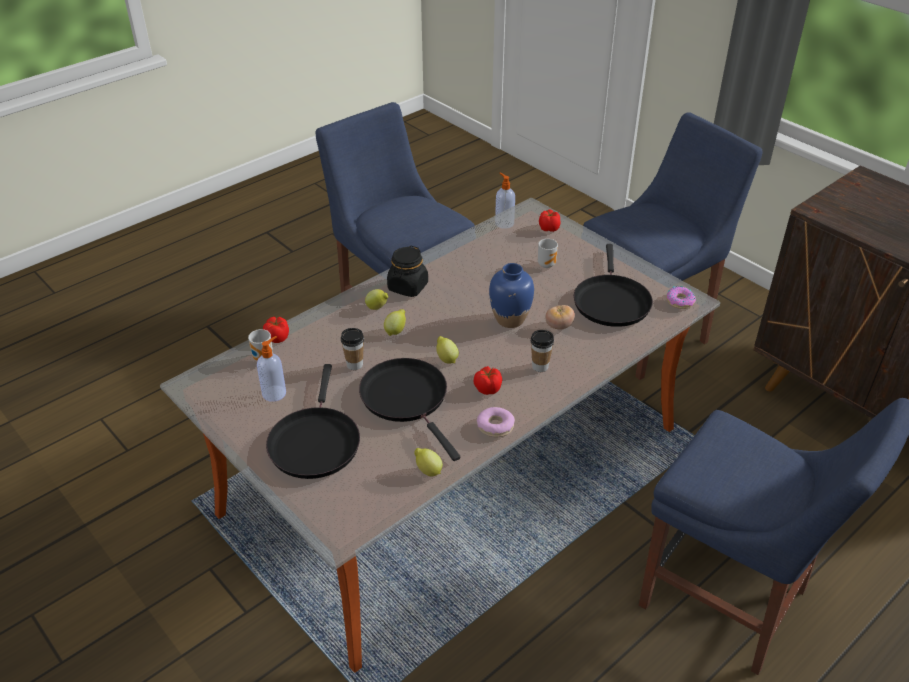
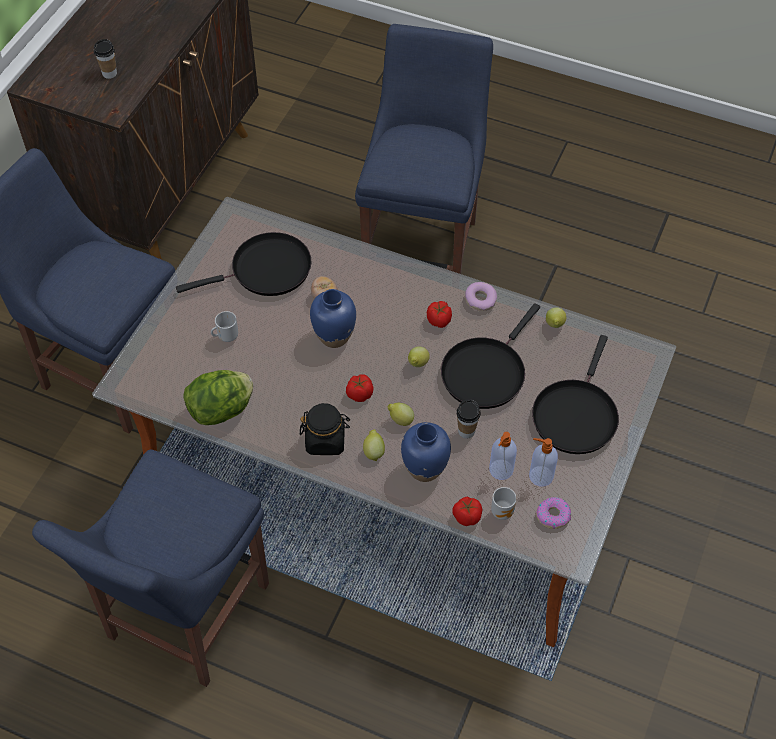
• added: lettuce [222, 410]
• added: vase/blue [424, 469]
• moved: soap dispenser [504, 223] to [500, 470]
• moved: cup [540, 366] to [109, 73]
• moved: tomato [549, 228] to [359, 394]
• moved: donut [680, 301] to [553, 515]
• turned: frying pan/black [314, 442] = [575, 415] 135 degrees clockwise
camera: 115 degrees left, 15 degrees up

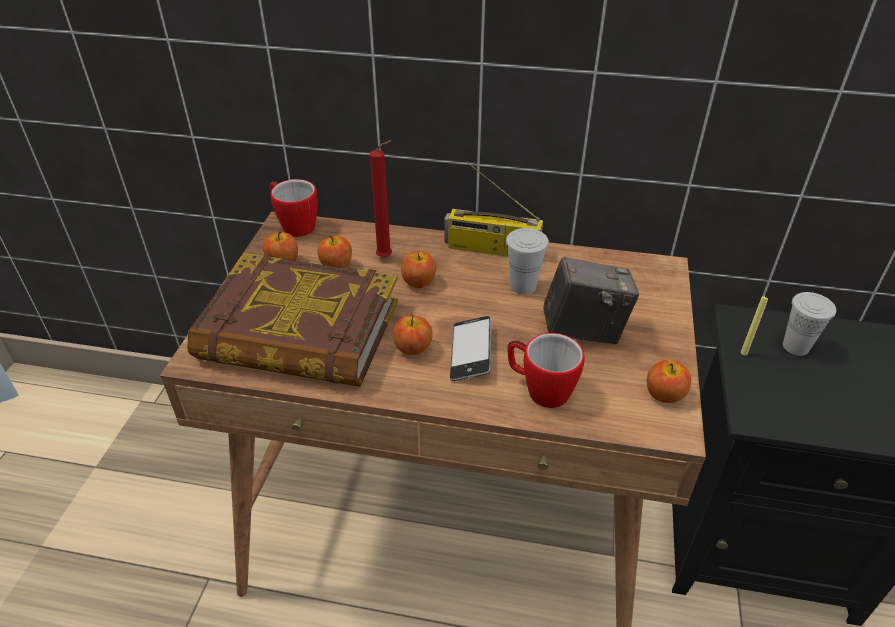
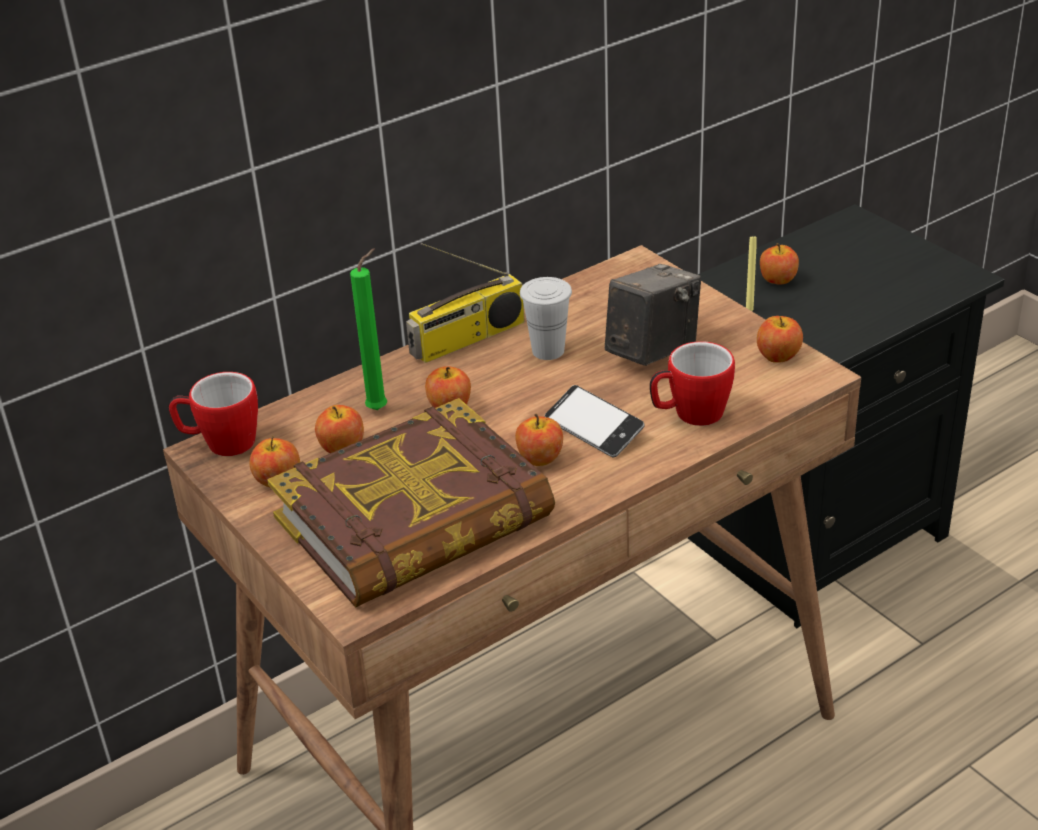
• replaced: cup/white [795, 346] to apple [778, 280]
• recoloured: candle/red [387, 258] to candle/green [380, 408]
camera: 45 degrees left, 5 degrees down

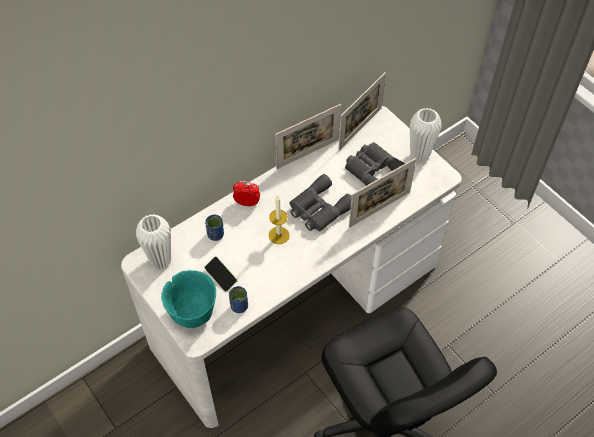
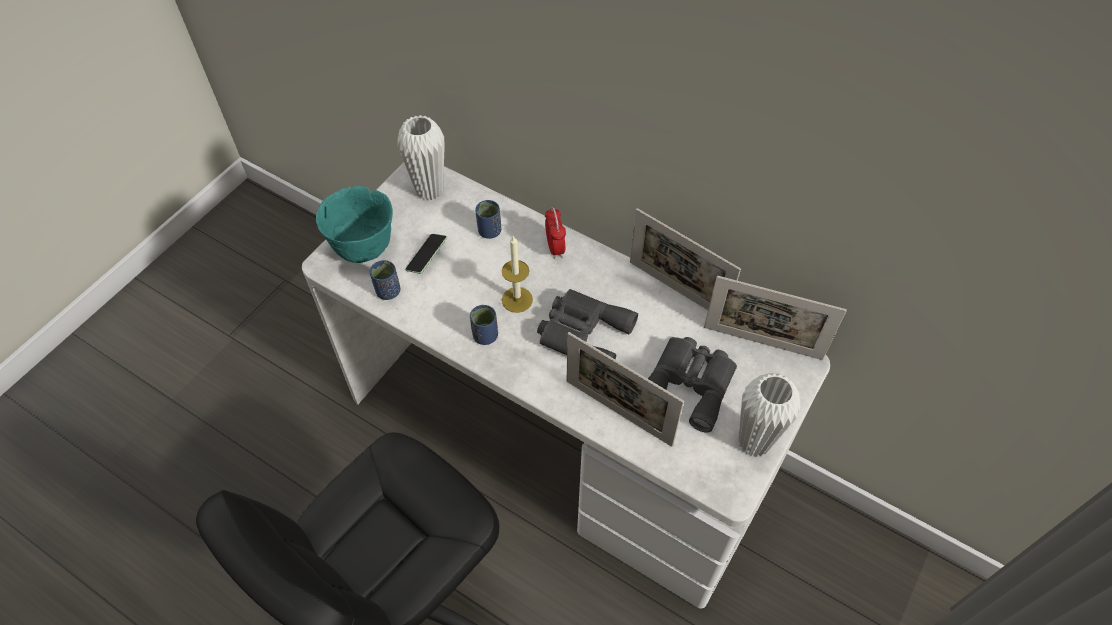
• added: cup/blue [485, 336]
camera: 70 degrees right, 0 degrees up

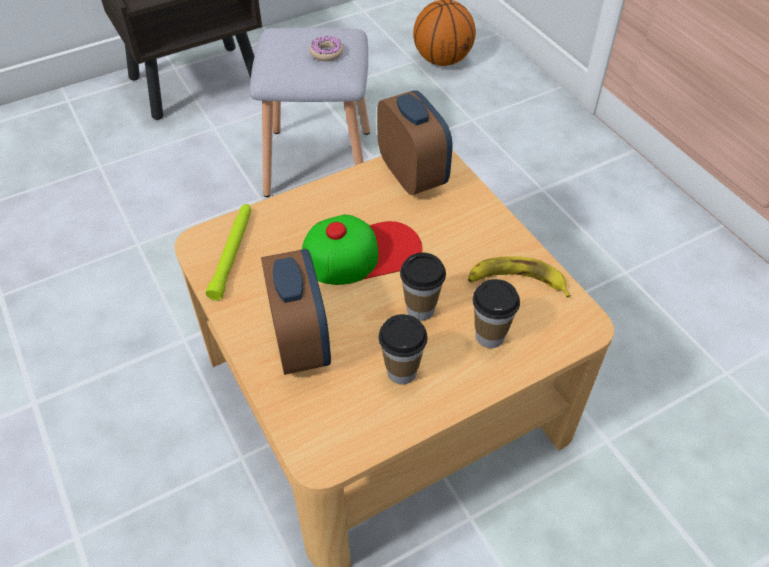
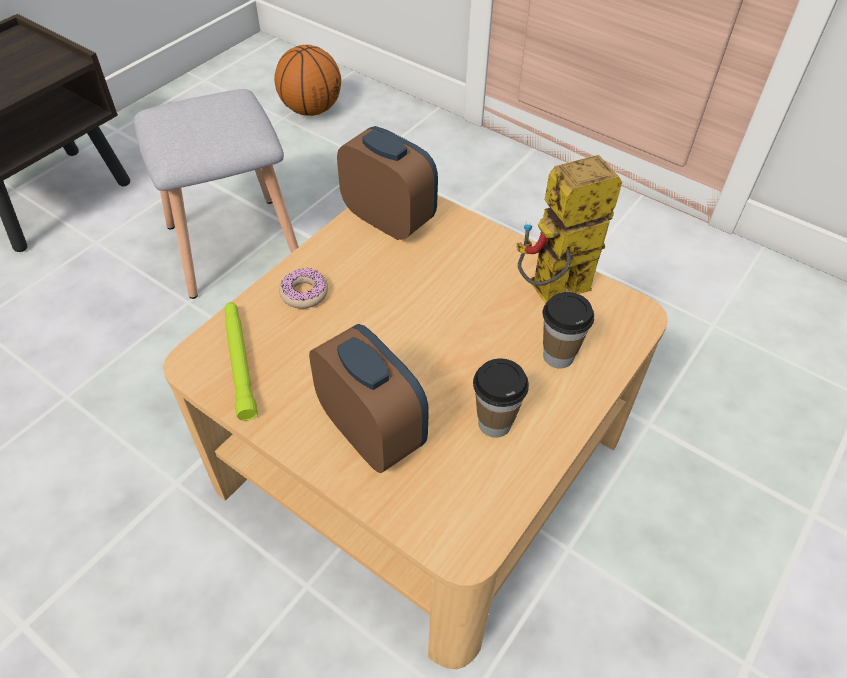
• removed: cap [362, 253]
• removed: cup [420, 309]
• moved: donut [326, 53] to [304, 293]
• replaced: banana [516, 281] to toy robot [551, 293]
camera: 25 degrees left, 0 degrees up

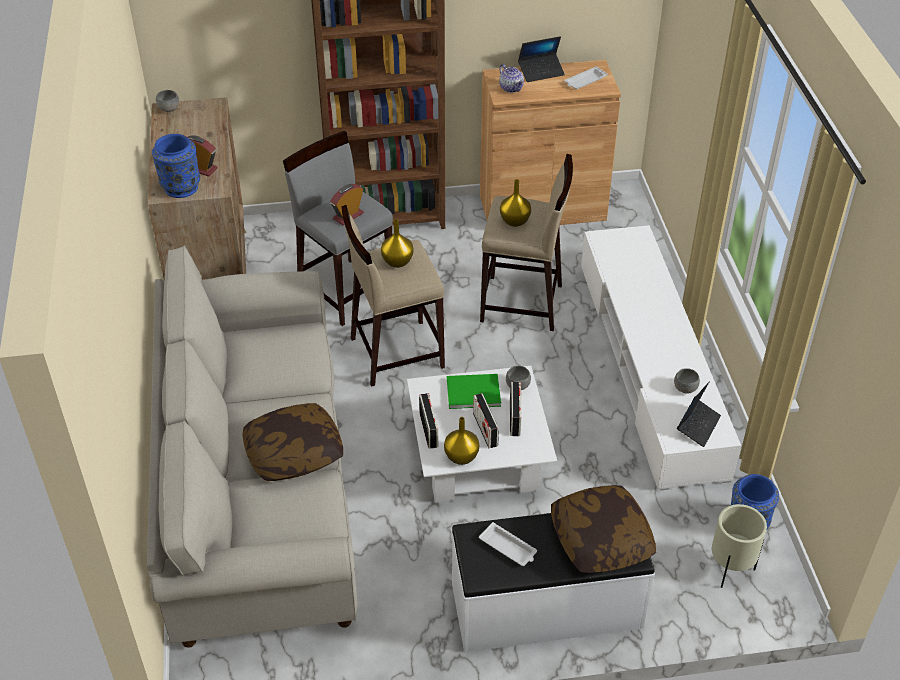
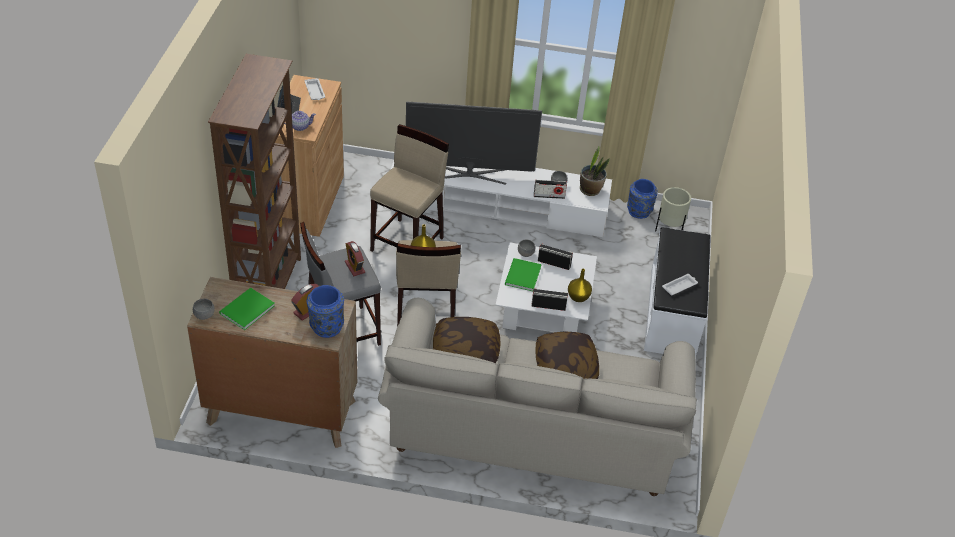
• removed: vase/yellow [514, 221]
• added: book/green [245, 310]
• added: television [469, 174]
• moved: radio [485, 430] to [549, 196]
• moved: pillow [600, 540] to [465, 350]
• replaced: laptop [698, 425] to potted plant [590, 190]
camera: 75 degrees left, 0 degrees up

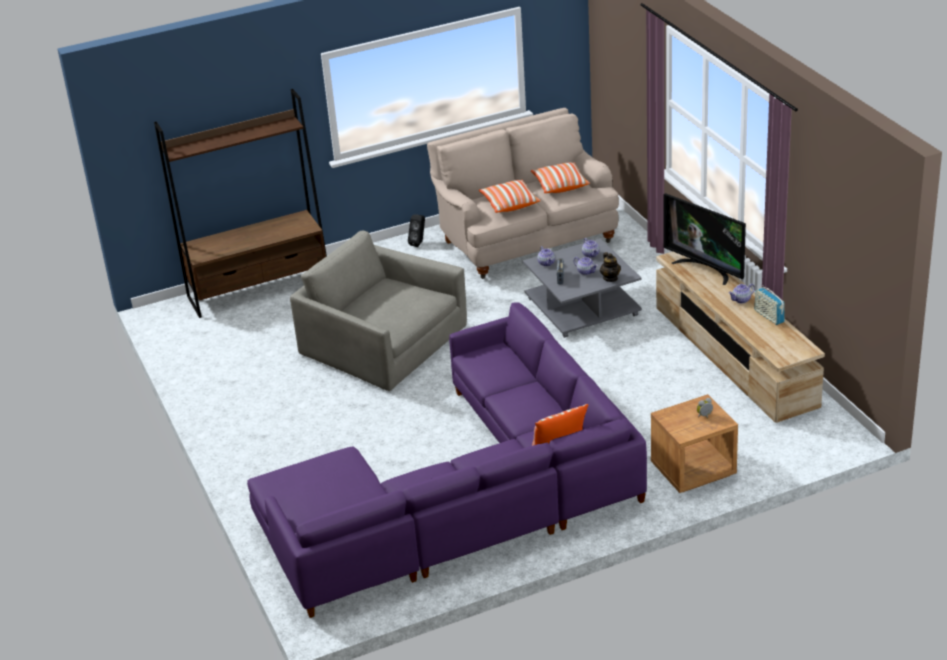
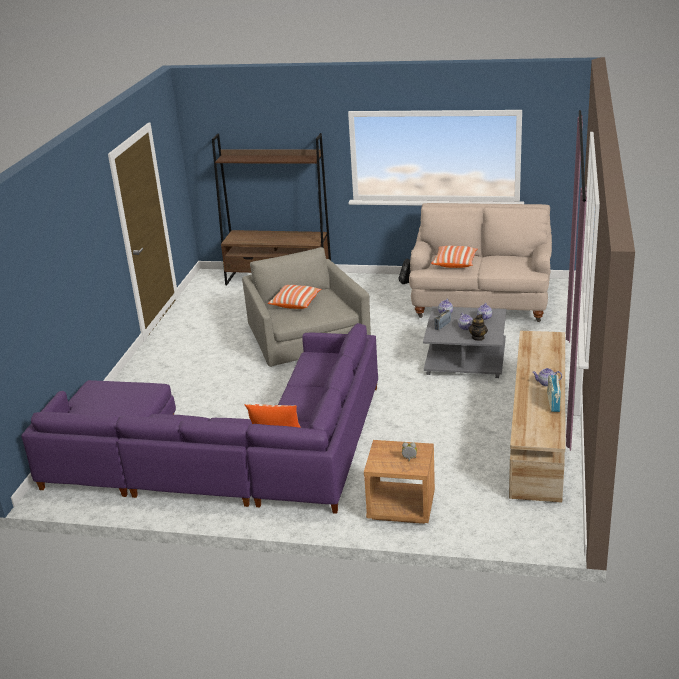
• removed: television [705, 269]
• moved: pillow [560, 185] to [295, 303]
camera: 35 degrees right, 5 degrees down

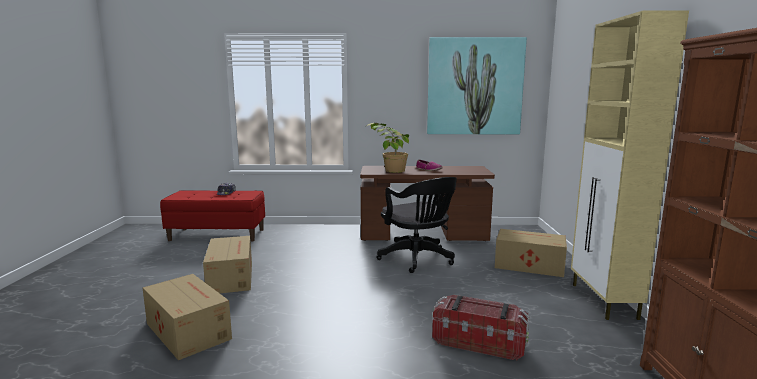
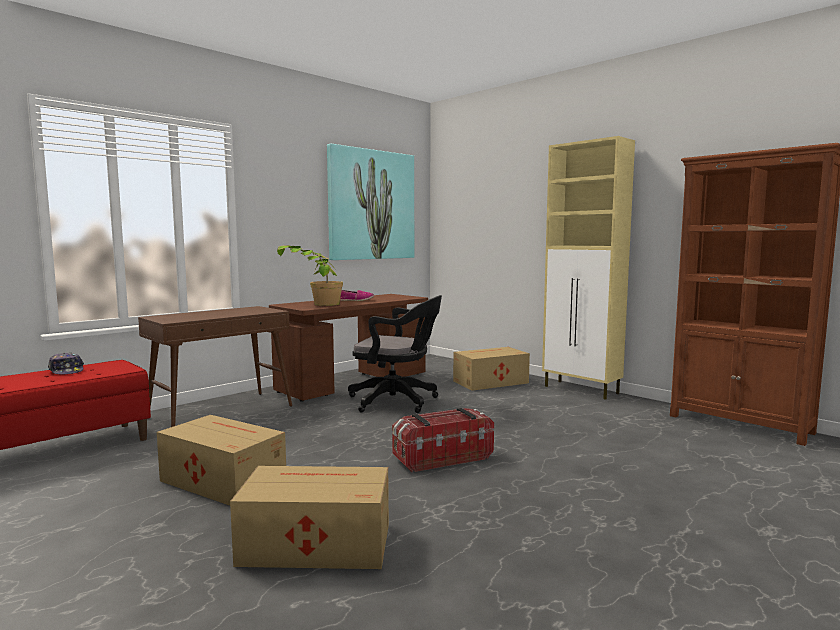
• added: console table/brown [222, 412]
• moved: storage box [479, 342] to [441, 458]
camera: 45 degrees left, 5 degrees down

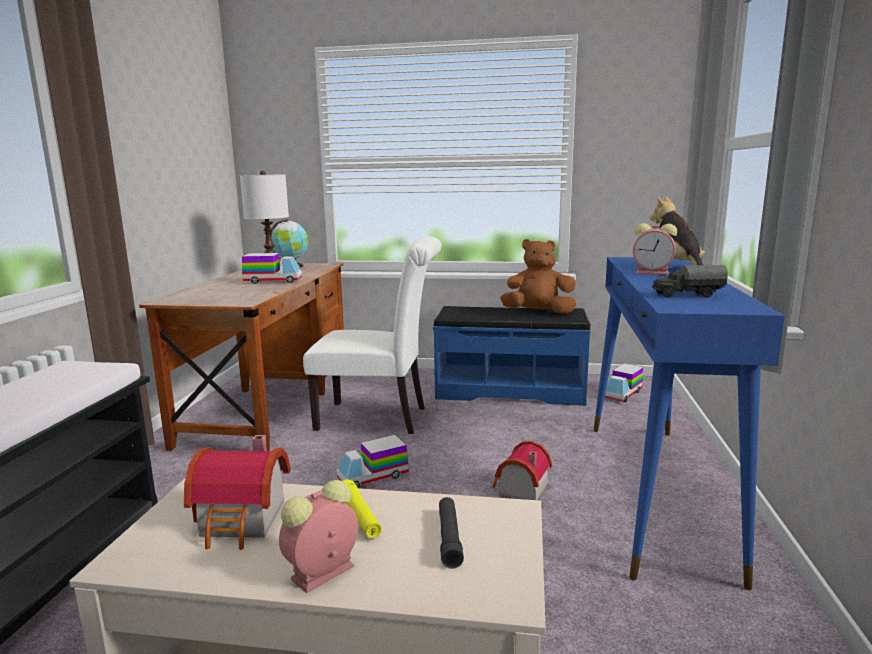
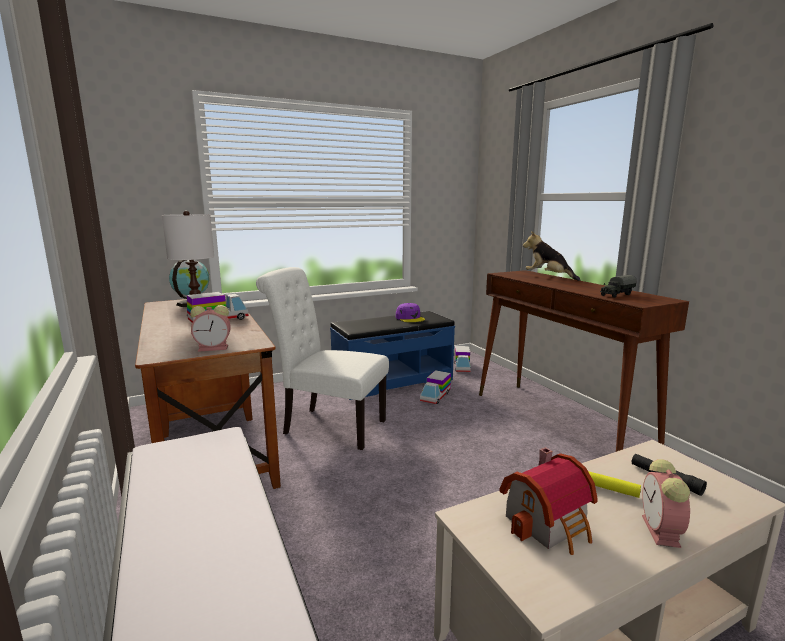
• removed: toy house [519, 489]
• moved: toy truck [373, 477] to [435, 396]
• moved: alarm clock [653, 273] to [214, 348]
• replaced: plush toy/brown [538, 313] to cap/purple [410, 318]
• recoloured: console table/blue [654, 492] to console table/brown [558, 424]
• turned: chair/white [379, 418] = [328, 426] 135 degrees counterclockwise
camera: 35 degrees left, 0 degrees up

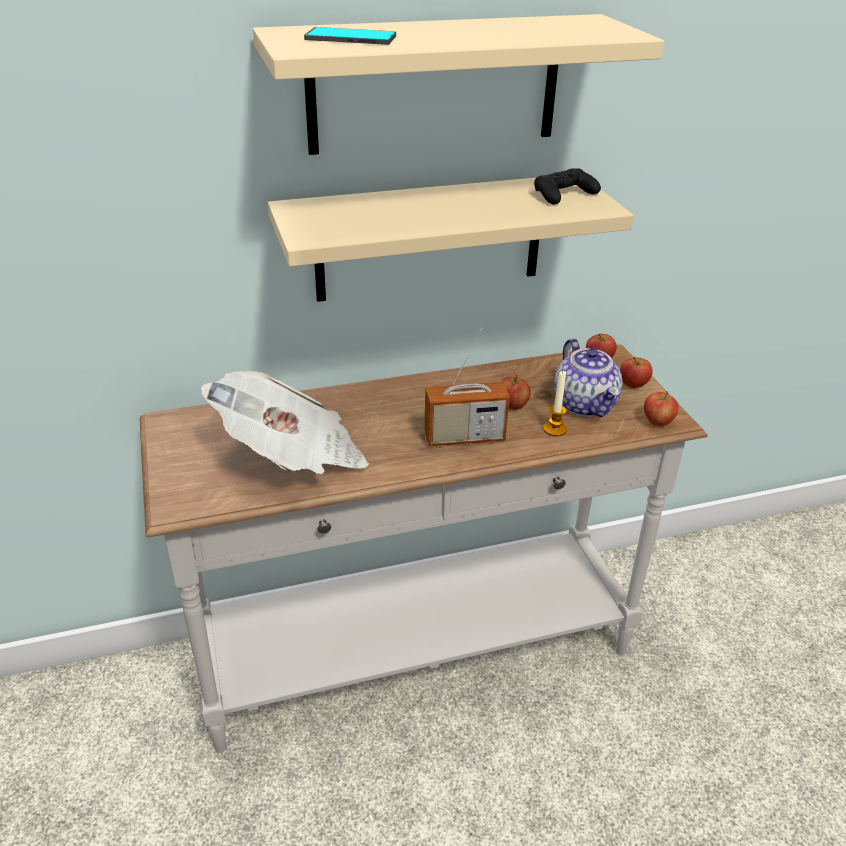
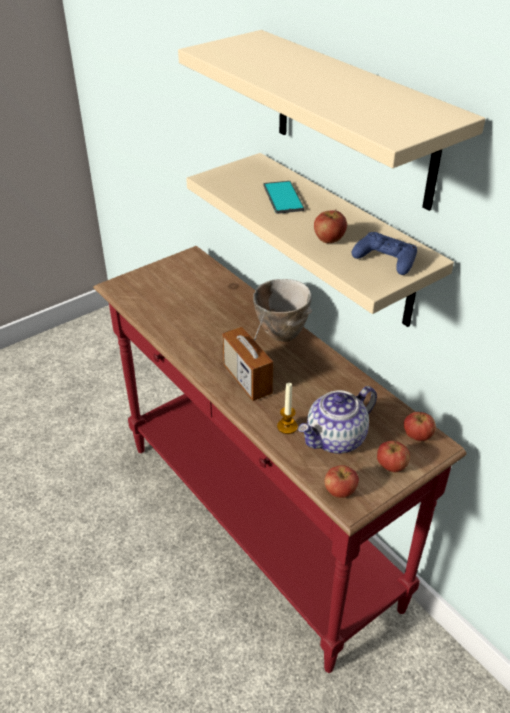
• removed: newspaper [292, 456]
• added: bowl [280, 334]
• moved: phone [350, 38] to [283, 198]
• moved: apple [512, 406] to [329, 240]
• recoloured: console table/white [417, 654] to console table/red [255, 524]
• recoloured: game controller/black [564, 194] to game controller/blue [385, 259]
camera: 70 degrees right, 5 degrees up

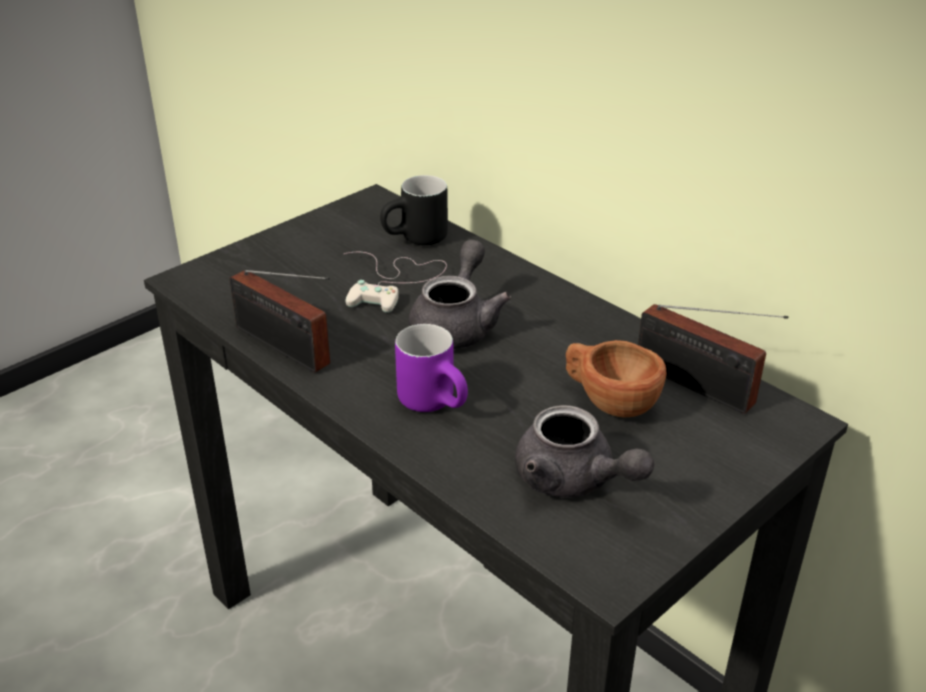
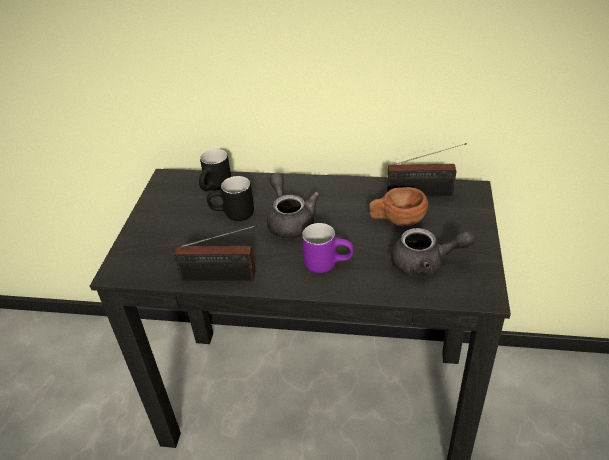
• replaced: game controller/white [394, 282] to mug/black [233, 216]
camera: 35 degrees left, 5 degrees up

